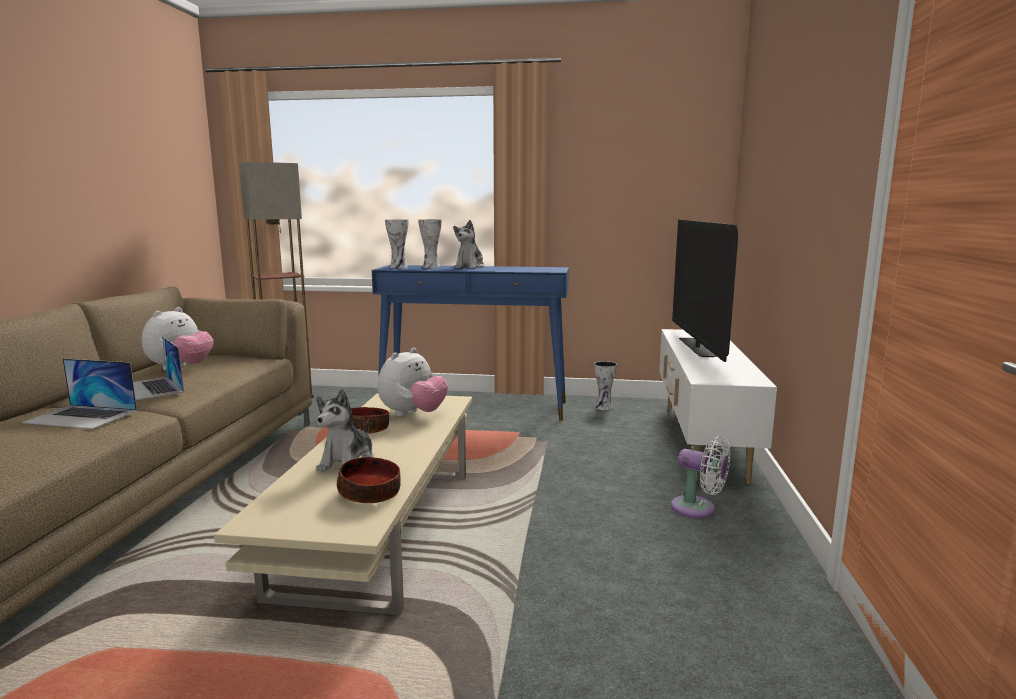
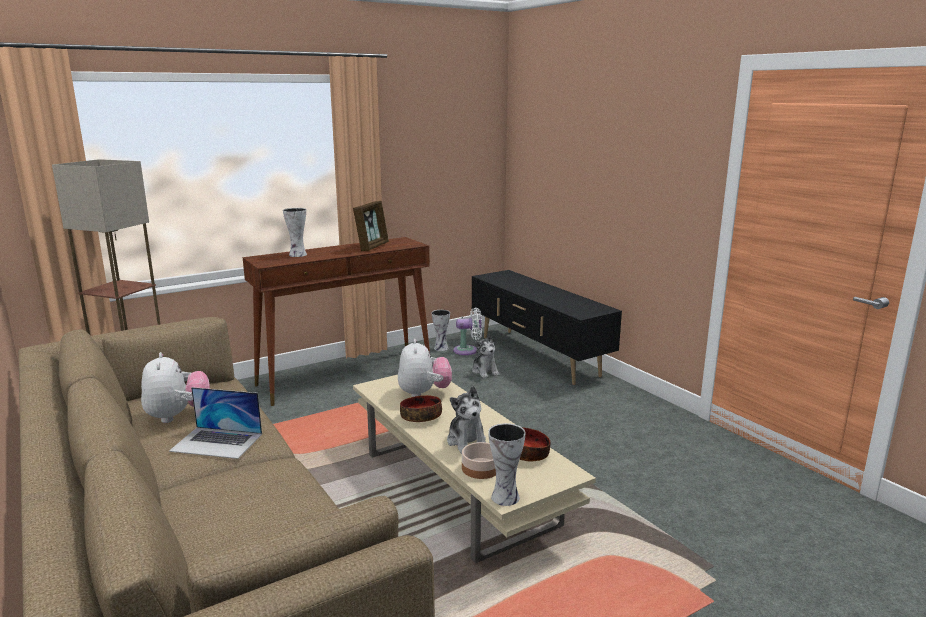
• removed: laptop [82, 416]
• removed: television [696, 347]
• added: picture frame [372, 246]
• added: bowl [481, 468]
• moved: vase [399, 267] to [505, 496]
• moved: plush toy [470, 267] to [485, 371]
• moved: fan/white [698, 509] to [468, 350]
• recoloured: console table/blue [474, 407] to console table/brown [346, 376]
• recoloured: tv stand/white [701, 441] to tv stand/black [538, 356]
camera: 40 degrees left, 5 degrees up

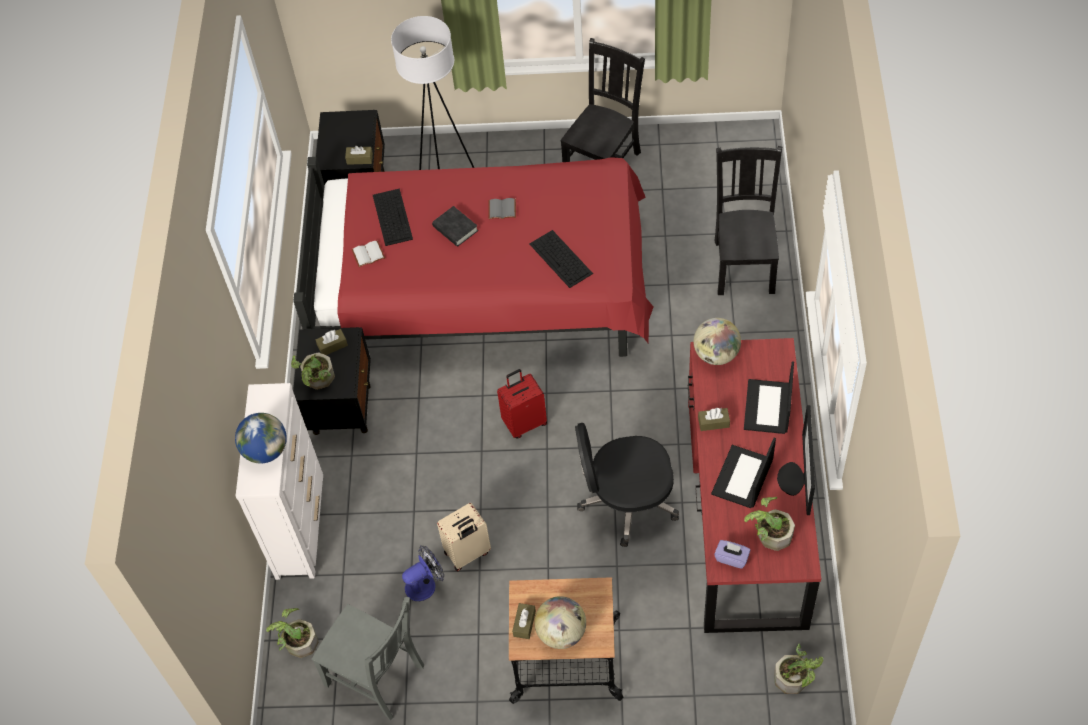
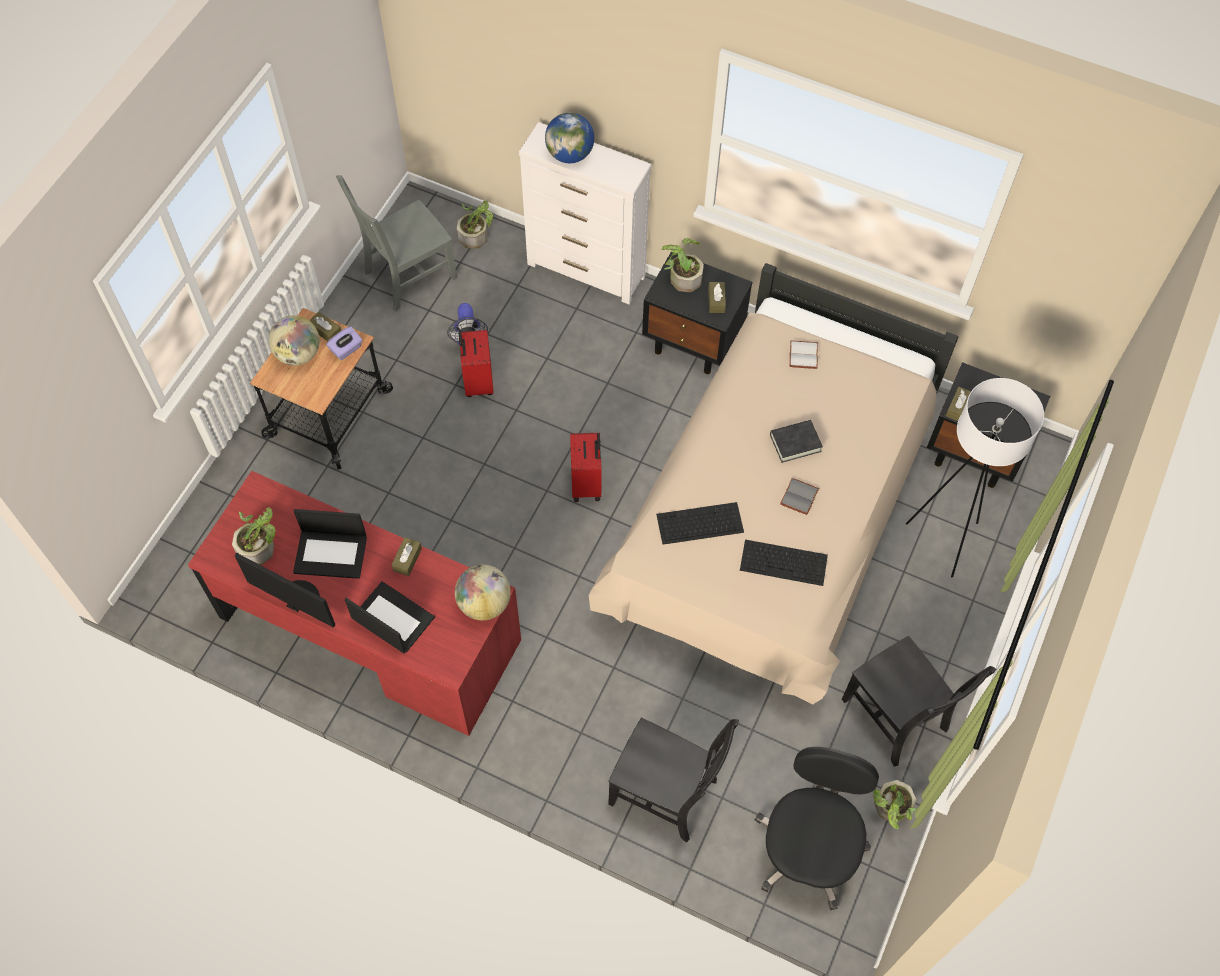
• moved: keyboard [392, 216] to [784, 562]
• moved: office chair/black [626, 501] to [809, 847]
• moved: tissue box/purple [731, 558] to [346, 349]
• moved: potted plant [795, 678] to [891, 809]
• recoloured: bed/red [485, 290] to bed/beige [771, 517]
• recoloured: suitcase/beige [468, 553] to suitcase/red [477, 382]
• turned: laptop [742, 478] = [331, 553] 135 degrees clockwise
camera: 110 degrees right, 5 degrees up

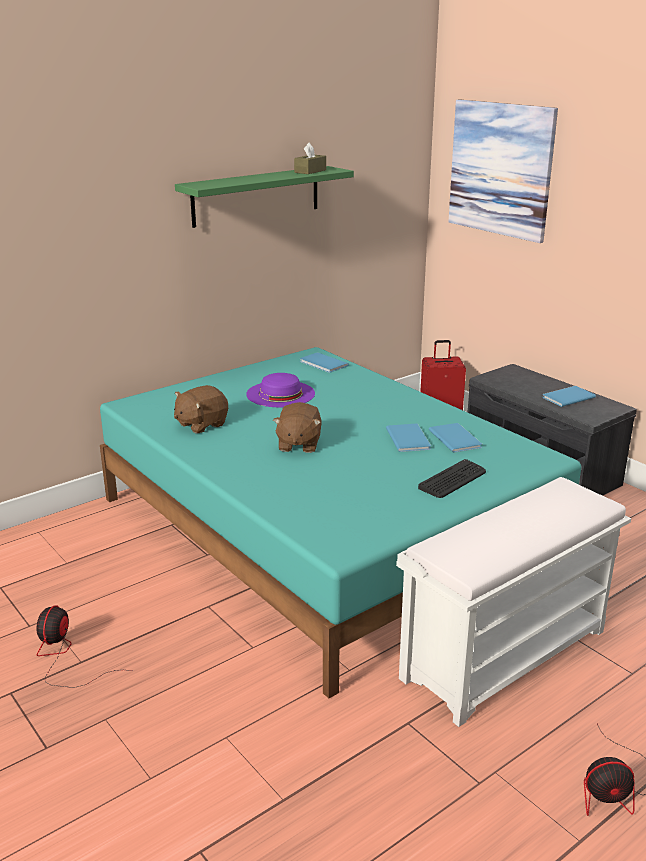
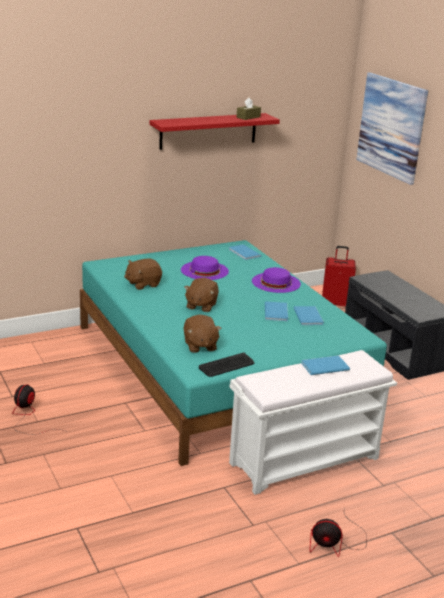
• added: plush toy/brown [200, 346]
• added: hat/purple [276, 282]
• moved: keyboard [453, 480] to [227, 366]
• moved: book/blue [566, 397] to [323, 366]
• recoloured: shelf/green [256, 196] to shelf/red [208, 131]
camera: 10 degrees right, 0 degrees up

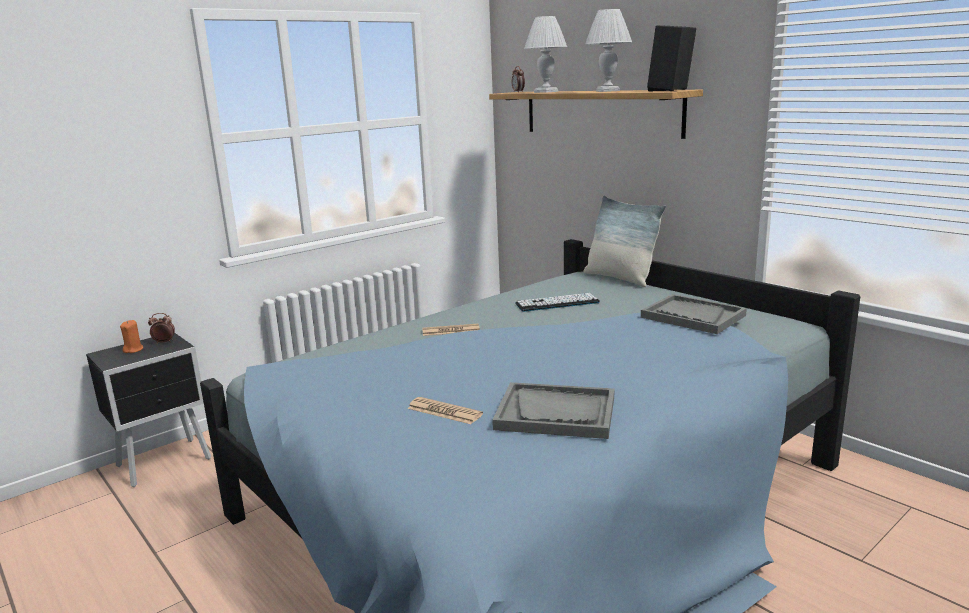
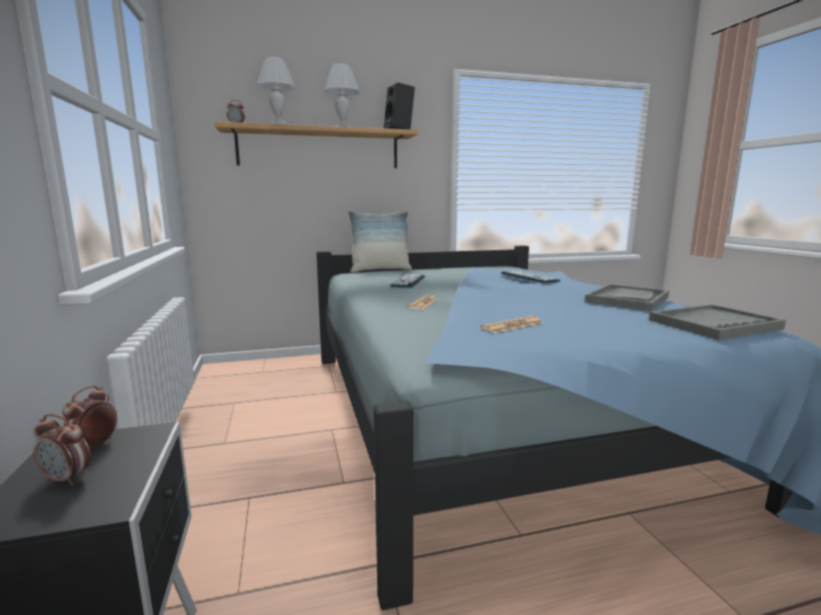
• added: keyboard [529, 277]
• moved: newspaper [444, 411] to [512, 326]
• moved: tray/grey [692, 316] to [714, 324]
• replaced: candle/orange [133, 350] to alarm clock [67, 479]
camera: 65 degrees left, 5 degrees down

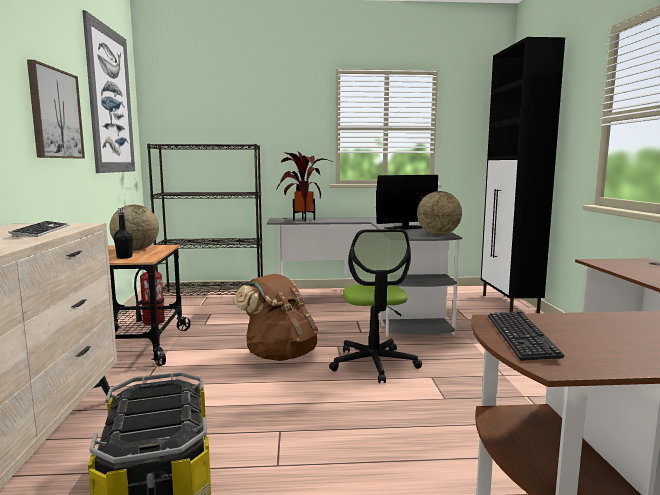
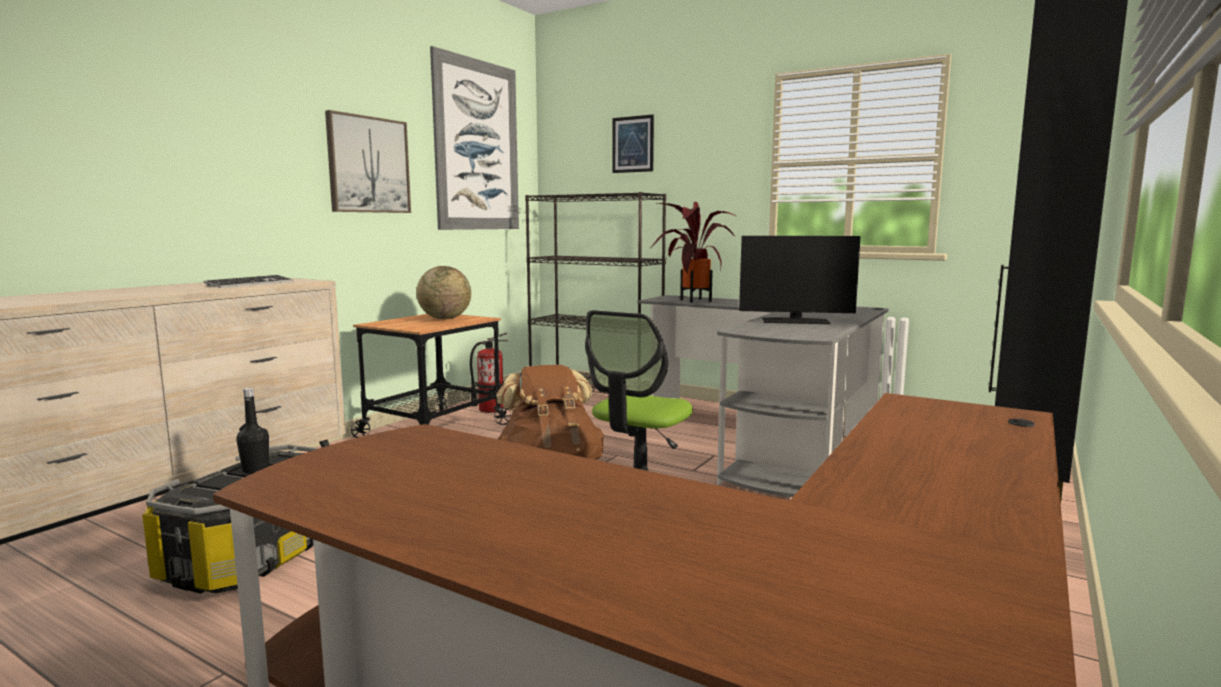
• removed: globe [438, 234]
• removed: keyboard [520, 336]
• added: picture [633, 144]
• moved: bottle/black [124, 257] to [255, 470]
camera: 35 degrees right, 0 degrees up

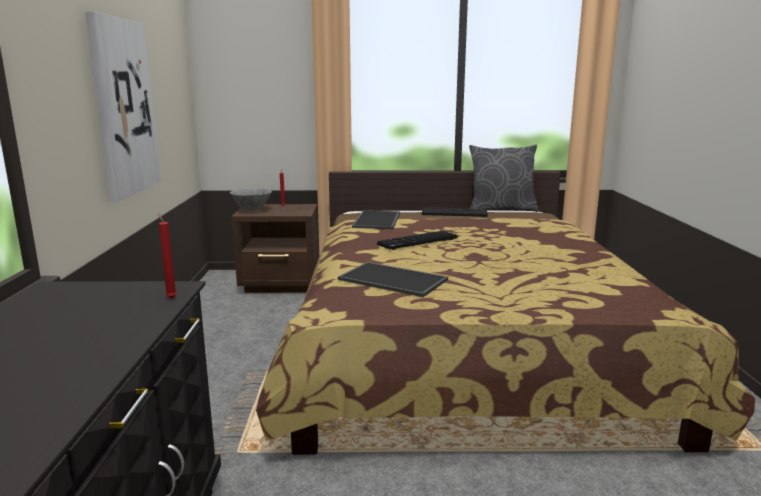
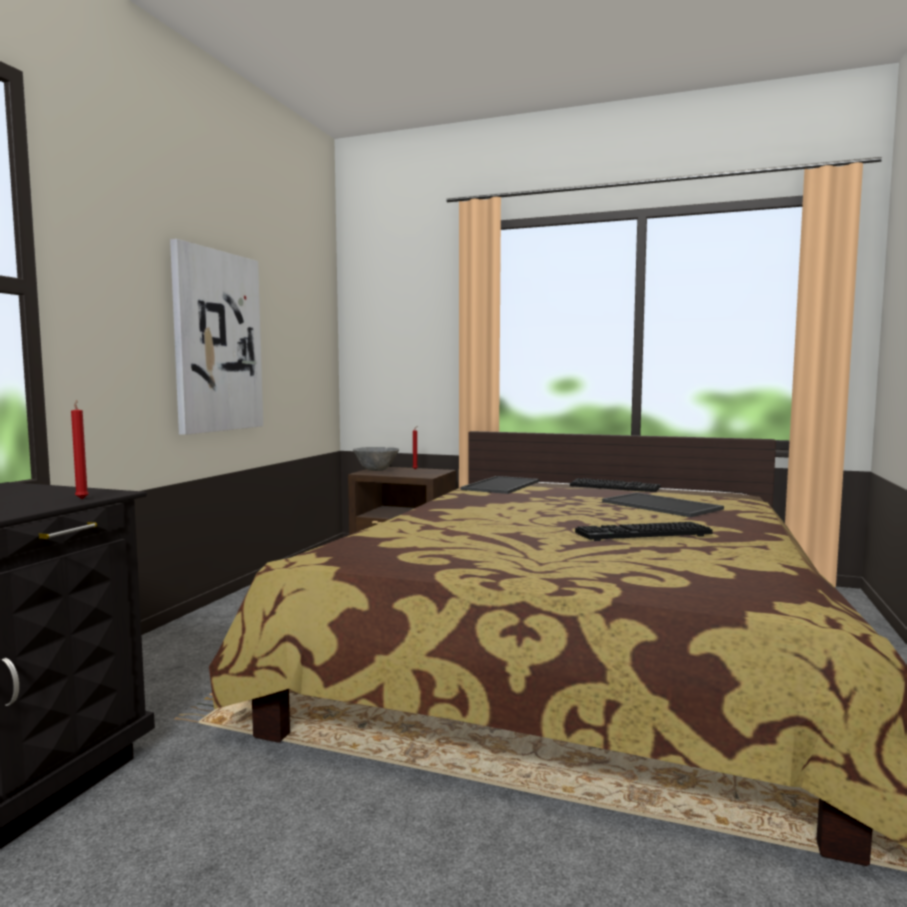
• removed: pillow/grey [501, 209]
• moved: tray [394, 279] to [663, 505]
• moved: keyboard [417, 242] to [642, 534]
camera: 20 degrees right, 10 degrees down

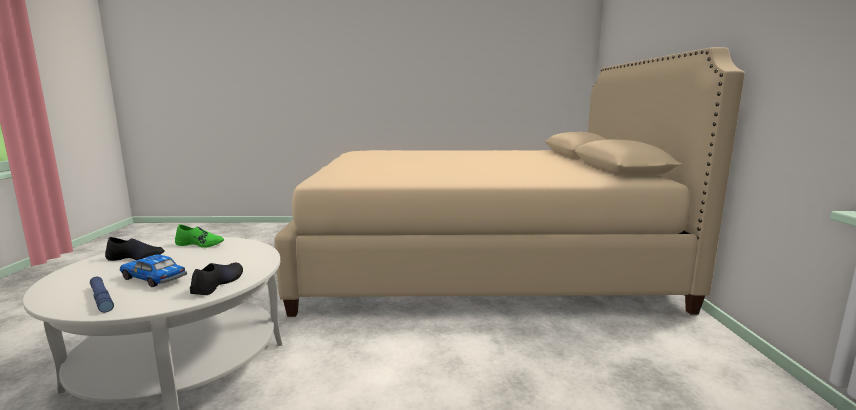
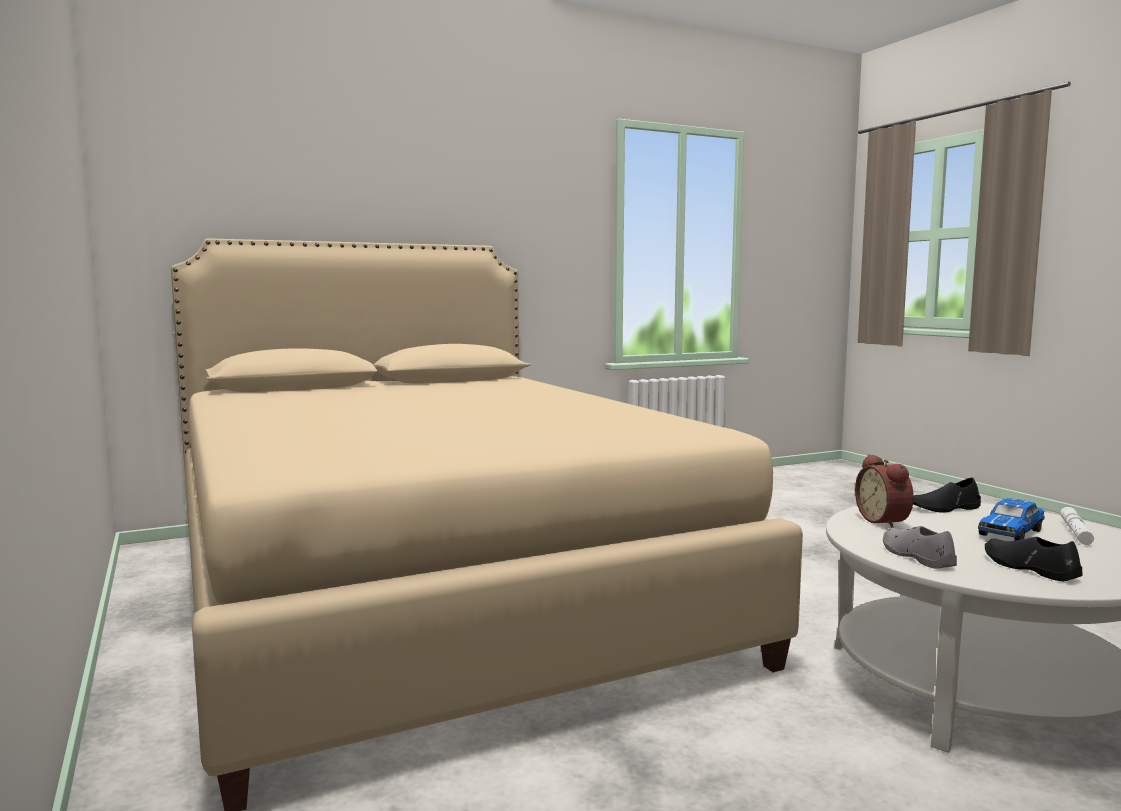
• added: alarm clock [885, 521]
• recoloured: flashlight/blue [101, 298] to flashlight/white [1075, 532]
• recoloured: shoe/green [200, 244] to shoe/grey [916, 556]
• turned: toy car [154, 279] = [1011, 532] 45 degrees clockwise
camera: 115 degrees left, 5 degrees down

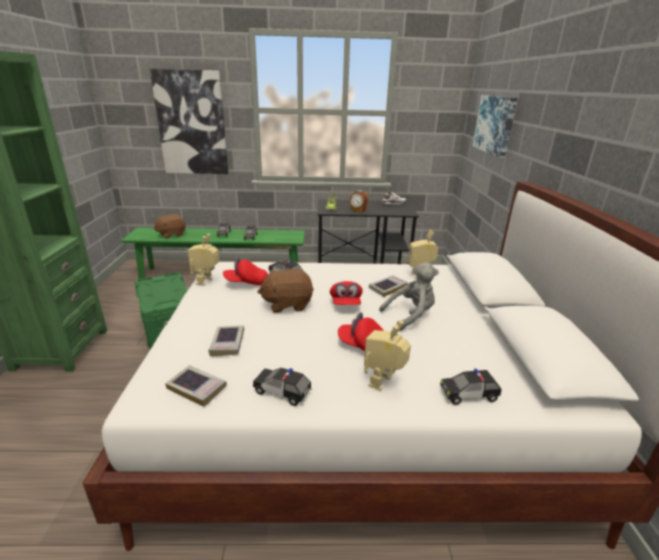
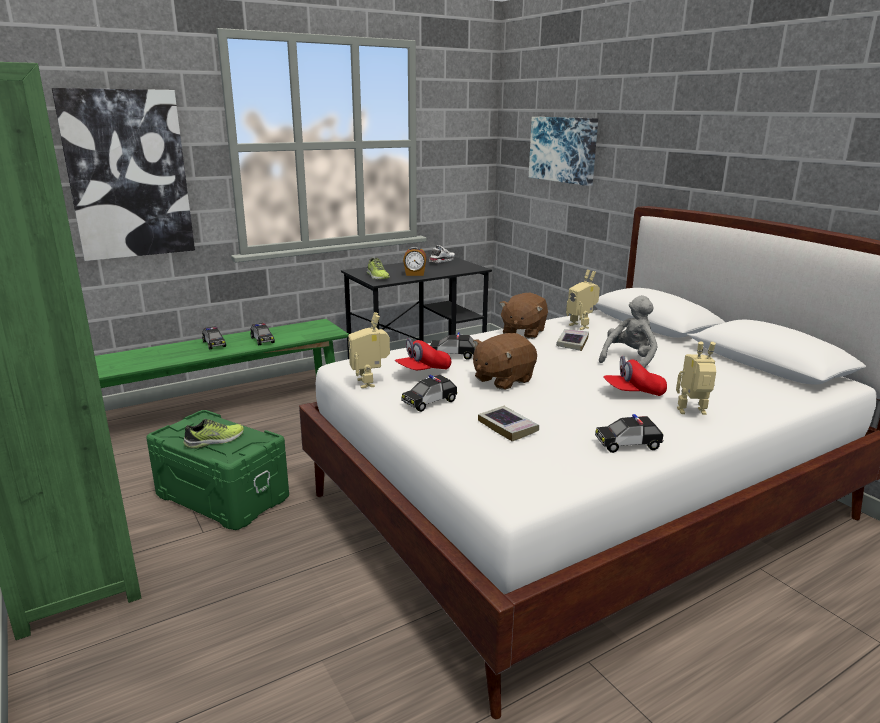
• removed: book [197, 388]
• removed: cap/red [345, 303]
• added: shoe [215, 441]
• moved: plush toy/brown [171, 234] to [523, 332]
• moved: toy car [469, 394] to [430, 402]
• turned: toy robot [383, 383] = [693, 413] 90 degrees clockwise
camera: 30 degrees left, 5 degrees down

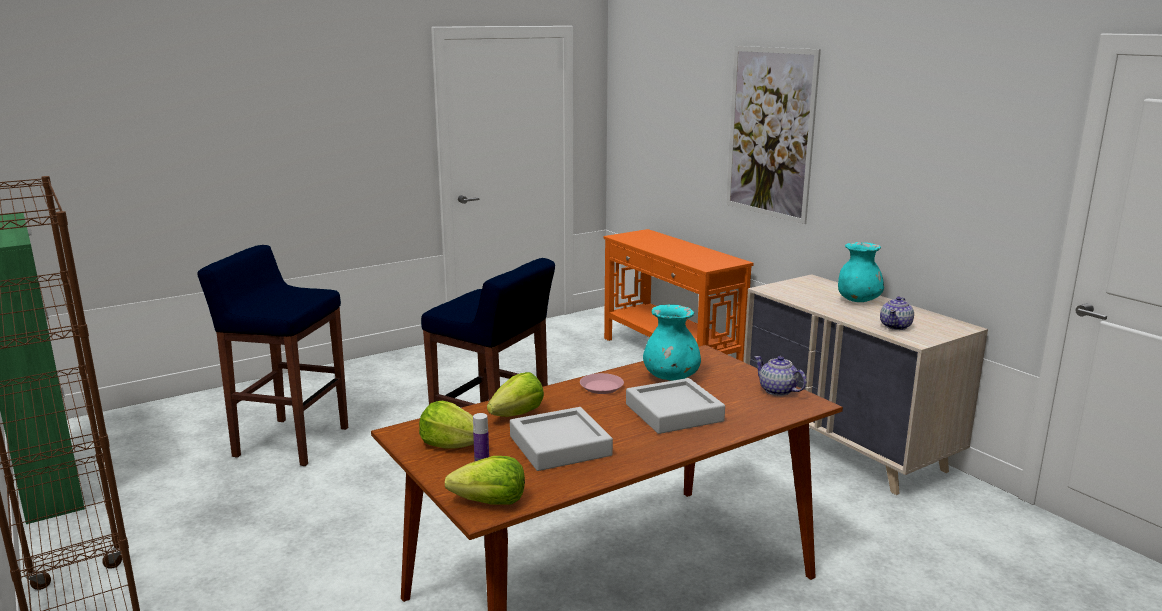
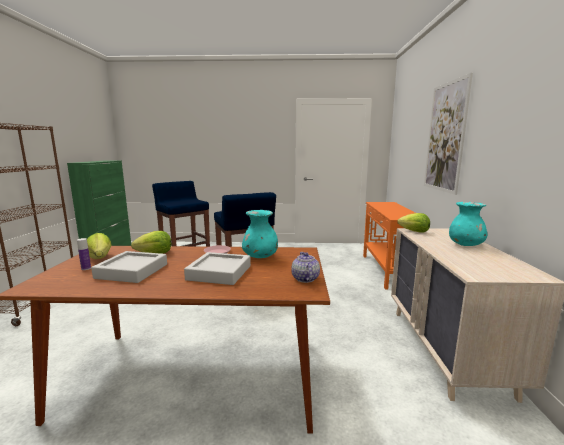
• removed: teapot [896, 326]
• moved: lettuce [490, 502] to [414, 231]
camera: 35 degrees right, 5 degrees down

